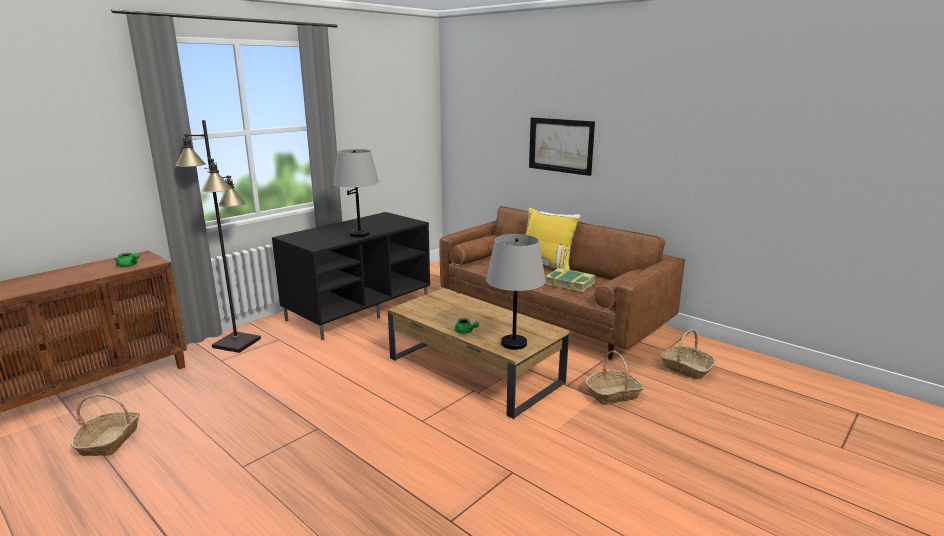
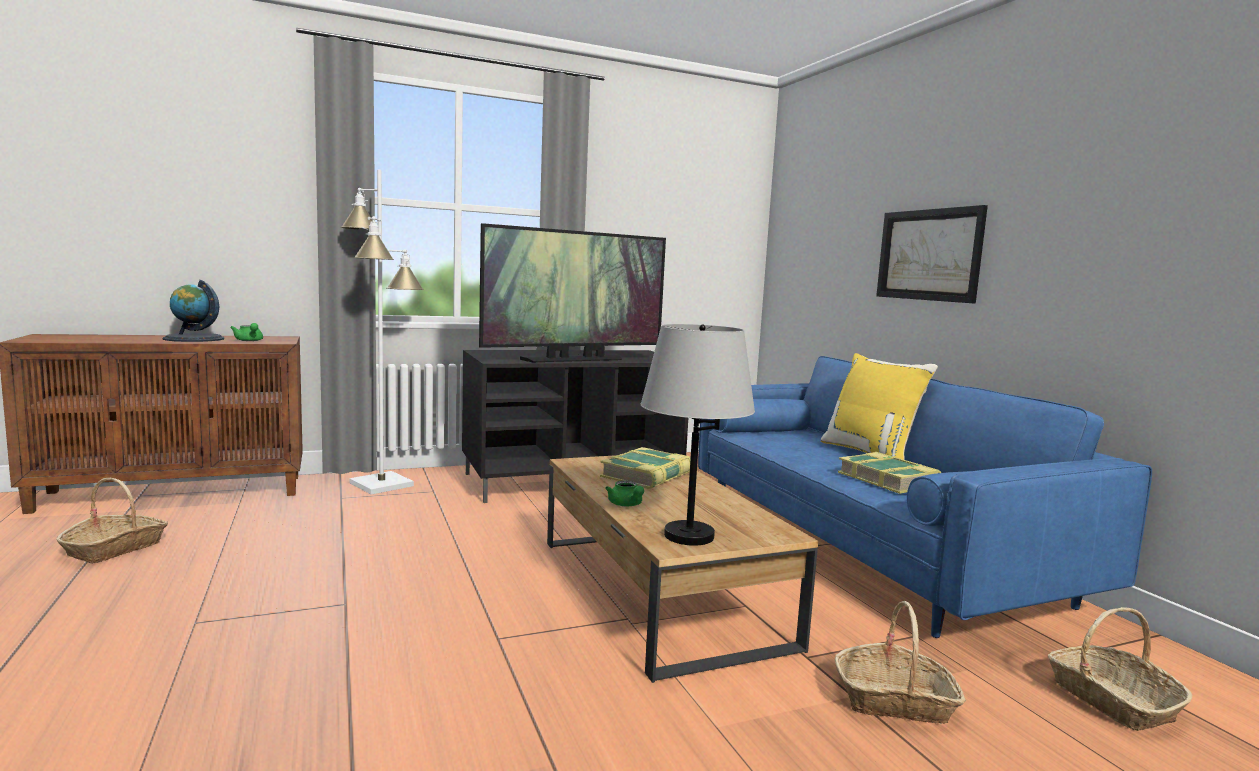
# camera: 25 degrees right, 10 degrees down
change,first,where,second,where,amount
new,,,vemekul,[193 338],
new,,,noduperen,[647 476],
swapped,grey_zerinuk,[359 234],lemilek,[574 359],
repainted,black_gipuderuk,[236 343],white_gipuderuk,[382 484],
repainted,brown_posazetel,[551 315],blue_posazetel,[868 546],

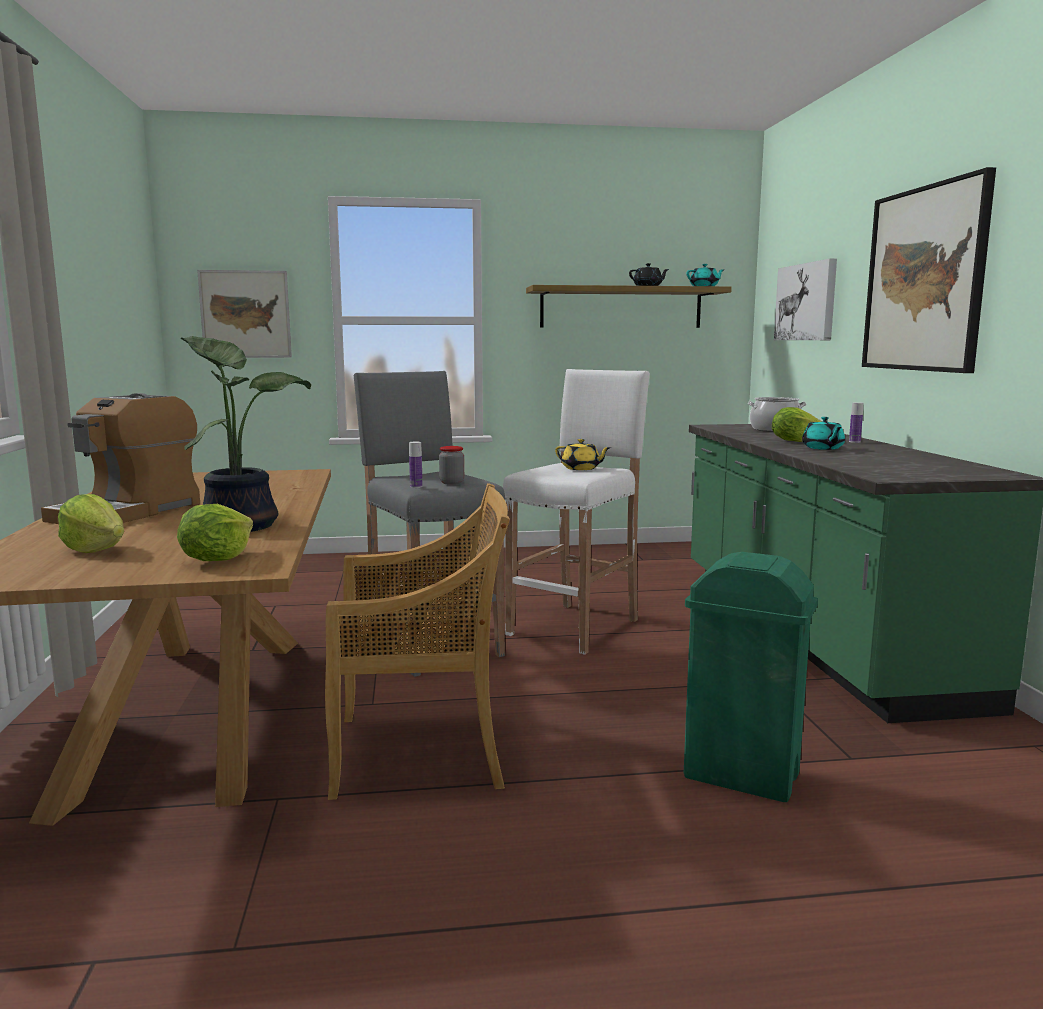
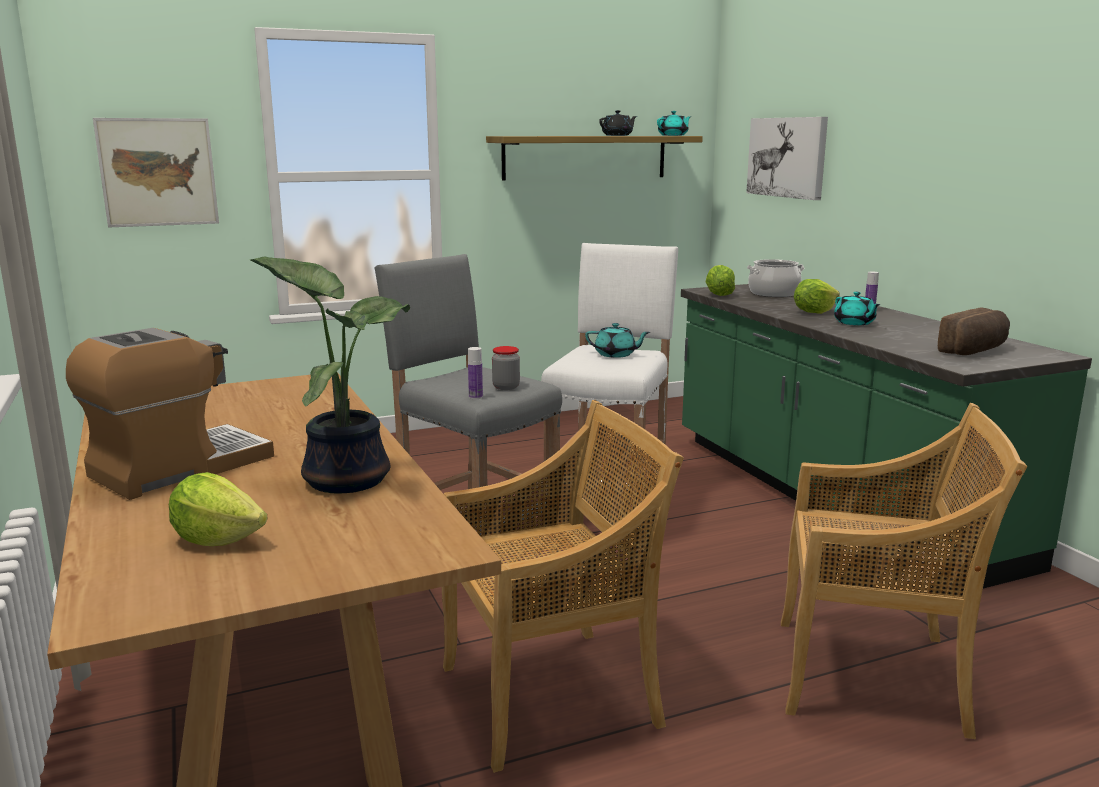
# camera: 15 degrees left, 5 degrees up
change,first,where,second,where,amount
gone,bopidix,[924 279],,,
new,,,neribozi,[975 350],
shifted,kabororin,[217 559],,[718 295],
swapped,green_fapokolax,[742 777],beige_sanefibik,[872 675],
repainted,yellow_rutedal,[581 468],turquoise_rutedal,[616 354],
rotated,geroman,[128 512],,[179 468],150 degrees counterclockwise

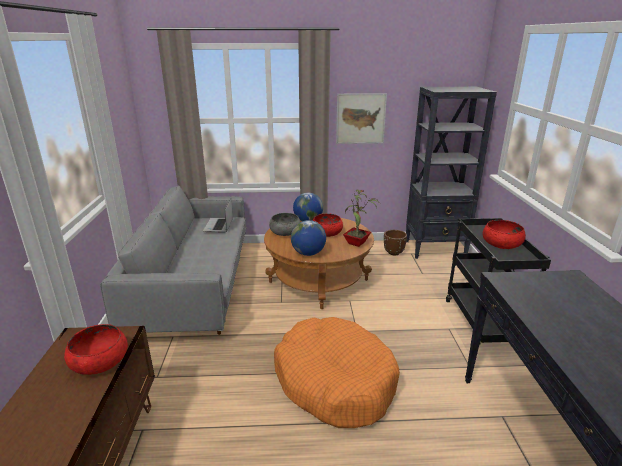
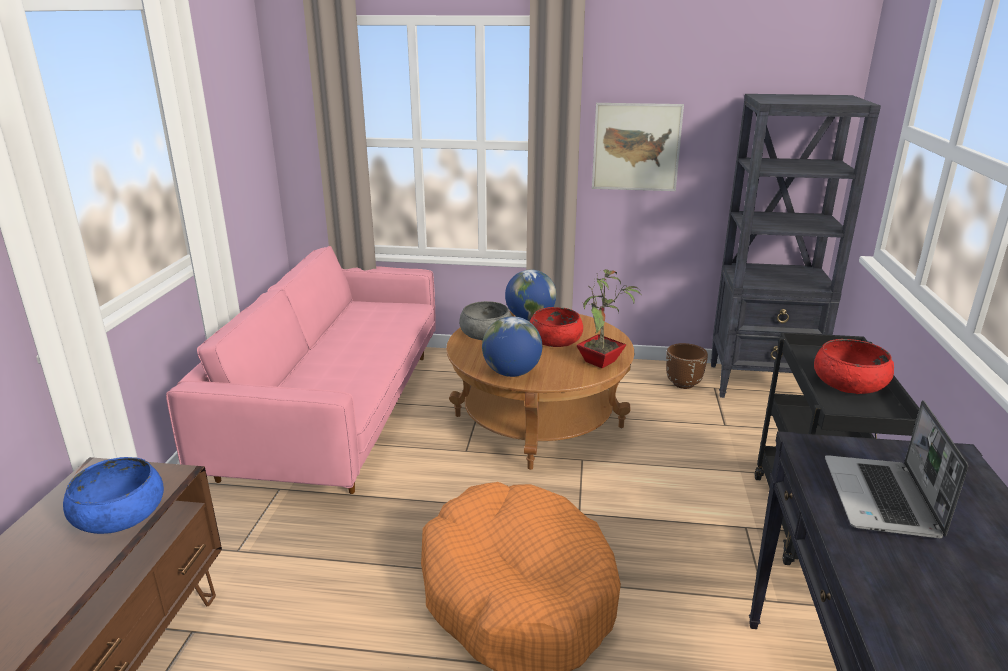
# camera: 10 degrees right, 0 degrees up
change,first,where,second,where,amount
shifted,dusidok,[219 226],,[882 499],
repainted,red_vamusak,[99 361],blue_vamusak,[119 514],
repainted,grey_posazetel,[195 286],pink_posazetel,[336 411],

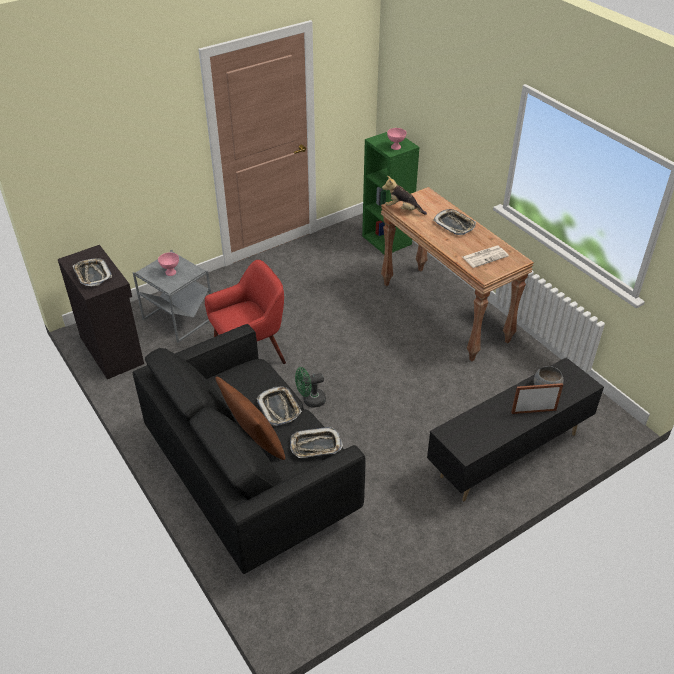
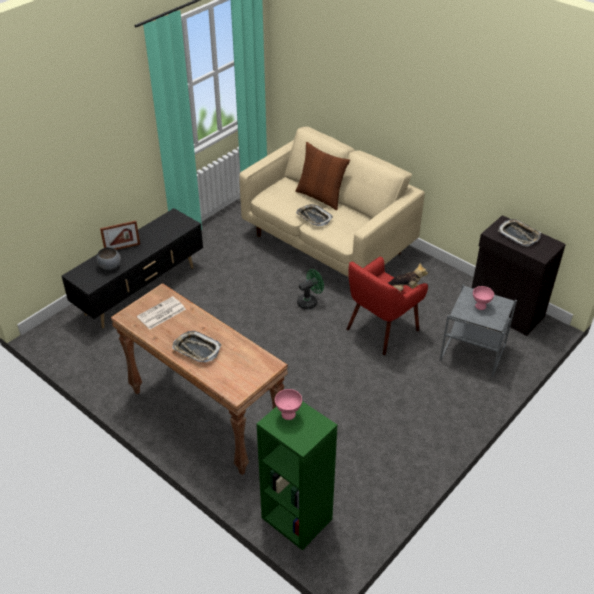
# camera: 165 degrees right, 0 degrees up
change,first,where,second,where,amount
gone,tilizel,[315 446],,,
shifted,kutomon,[402 209],,[403 292],
repainted,black_posazetel,[251 479],beige_posazetel,[328 244],

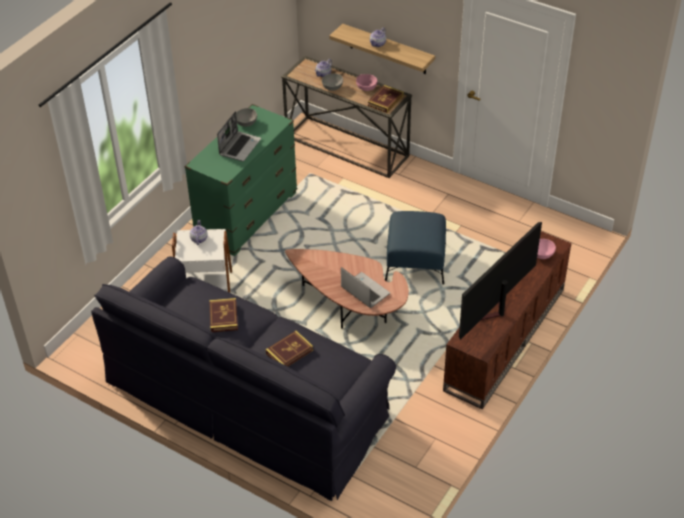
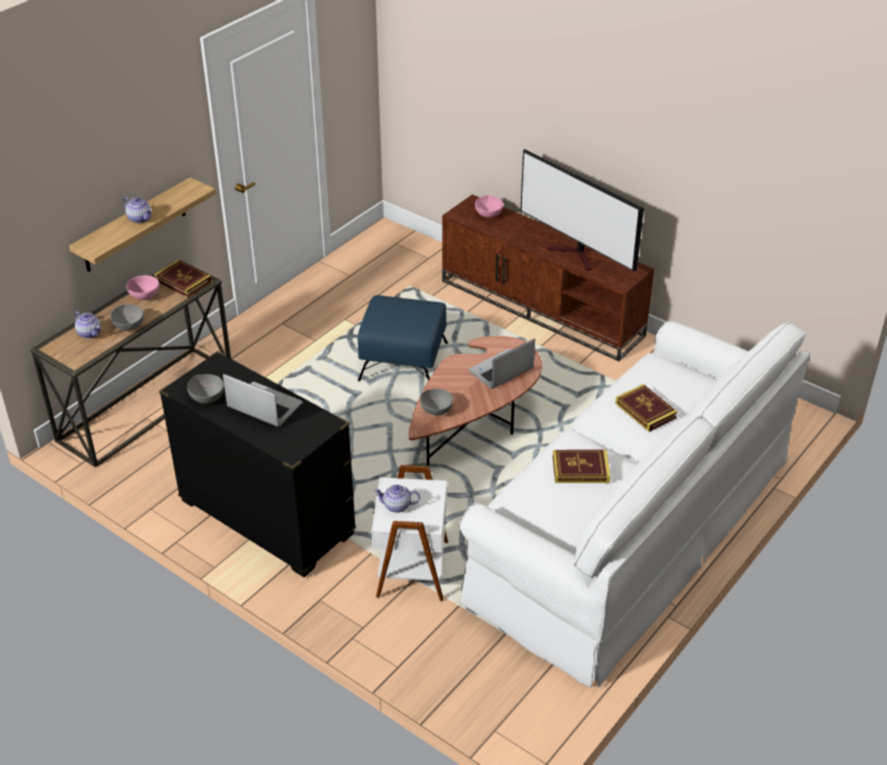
# camera: 85 degrees left, 5 degrees down
change,first,where,second,where,amount
new,,,grey_vamusak,[436 409],
repainted,black_posazetel,[249 398],white_posazetel,[630 527],
repainted,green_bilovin,[247 216],black_bilovin,[266 518],

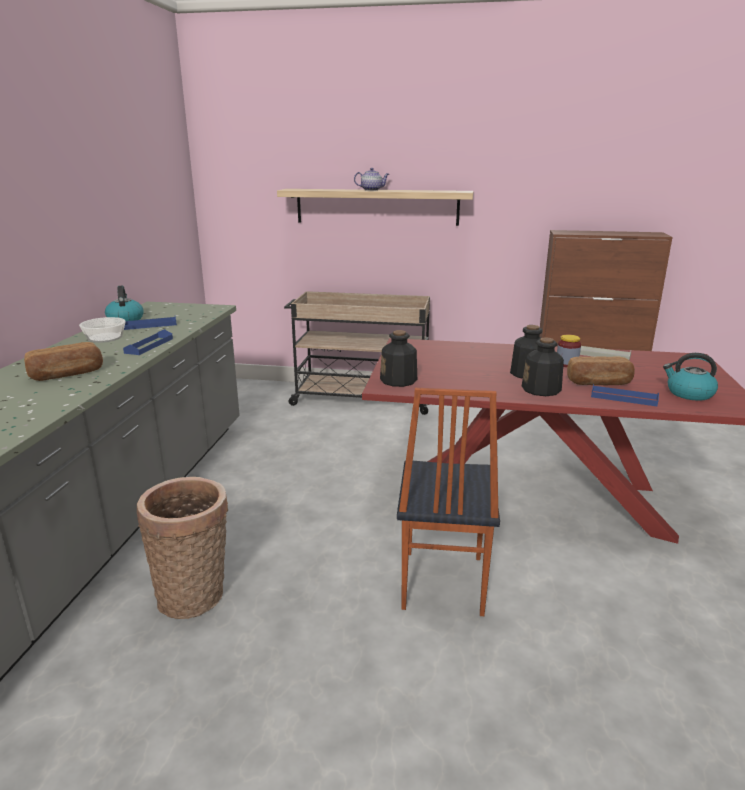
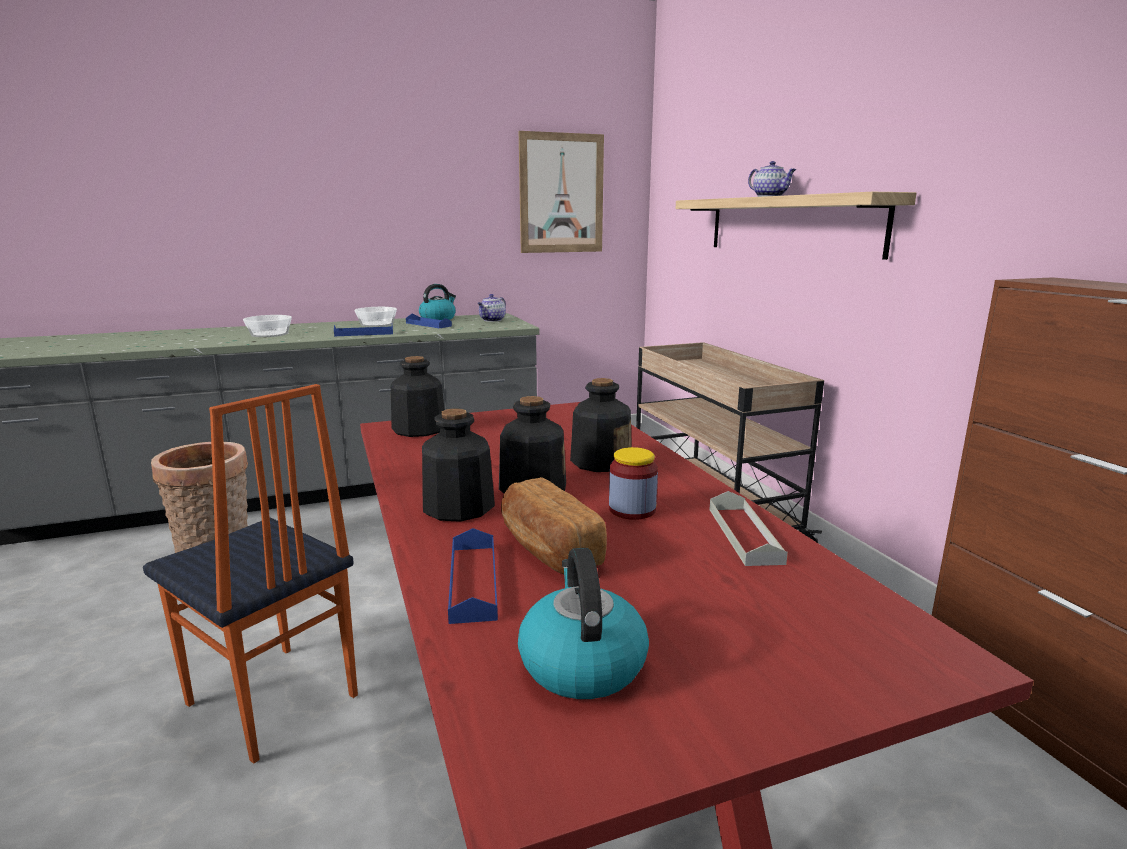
# camera: 60 degrees right, 5 degrees down
change,first,where,second,where,amount
new,,,rutedal,[492 320],
new,,,bopidix,[561 194],
new,,,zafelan,[600 461],
swapped,neribozi,[67 374],vamusak,[269 334],
rotated,sanefibik,[441 582],,[270 702],120 degrees counterclockwise

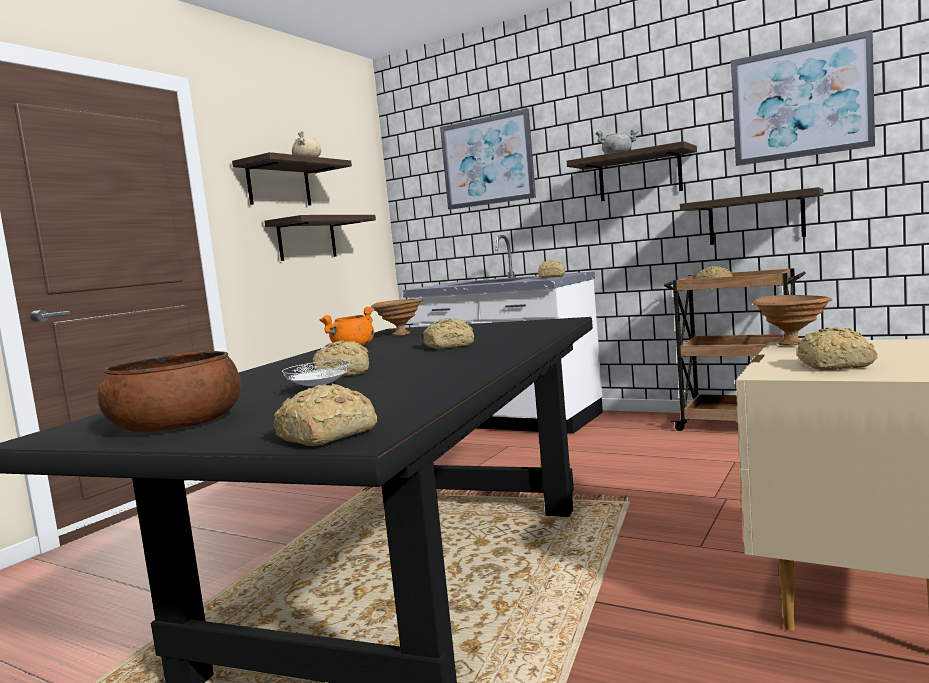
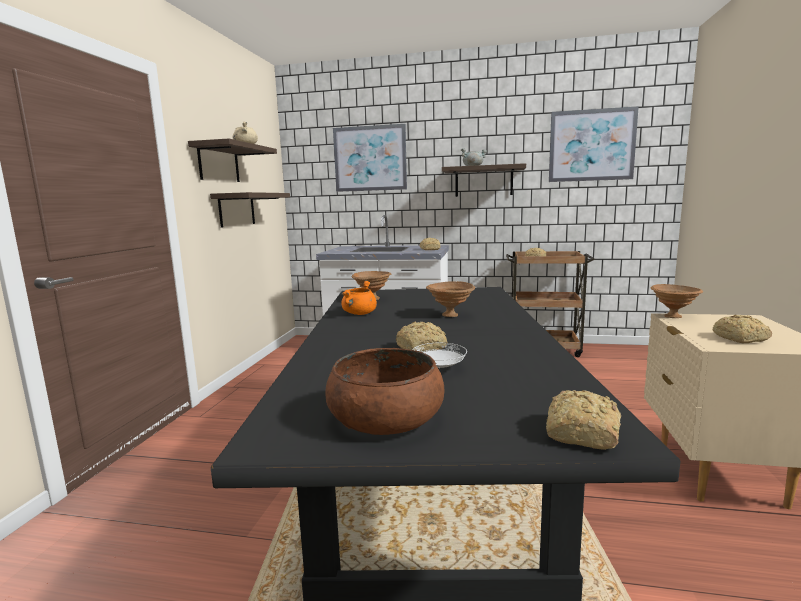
# camera: 20 degrees left, 5 degrees up
change,first,where,second,where,amount
gone,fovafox,[755 219],,,
swapped,neribozi,[450 346],brown_vamusak,[451 315],

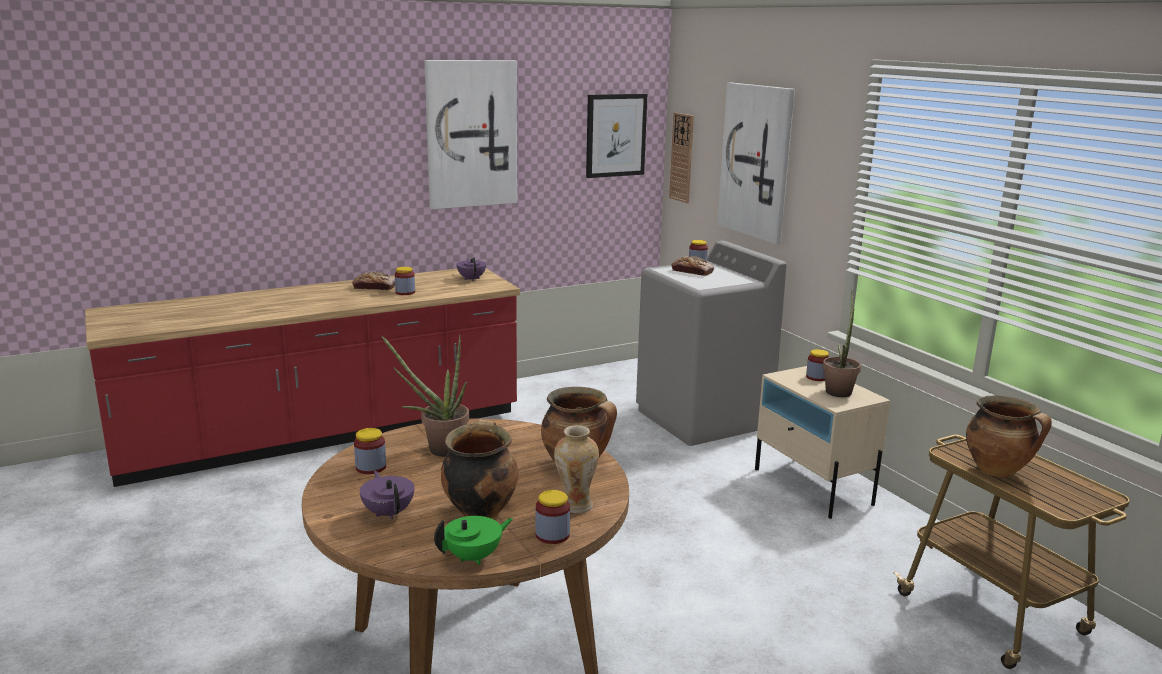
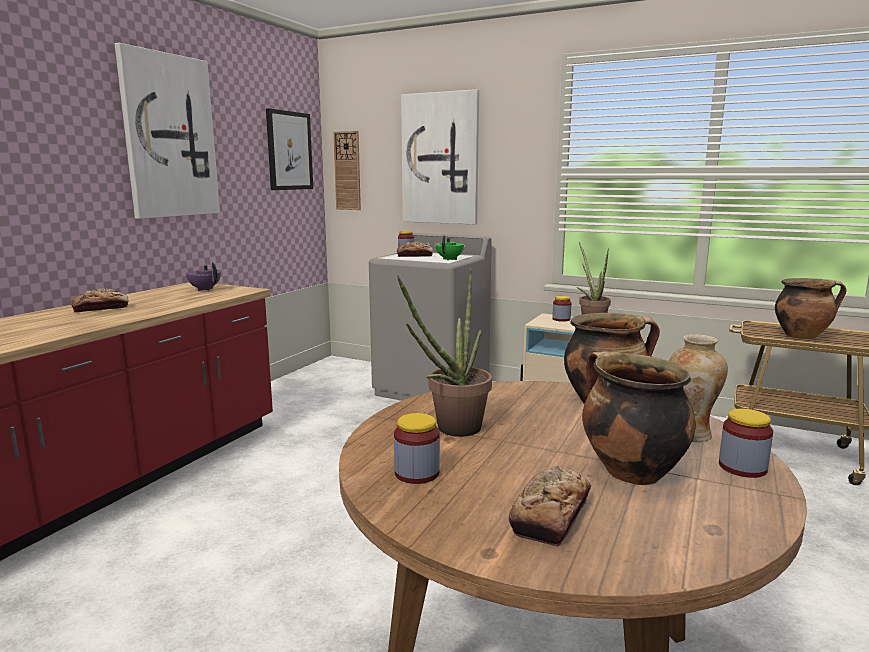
# camera: 35 degrees left, 5 degrees down
change,first,where,second,where,amount
gone,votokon,[405 292],,,
shifted,green_rutedal,[474 557],,[450 259],
swapped,purple_rutedal,[388 512],neribozi,[550 514],

